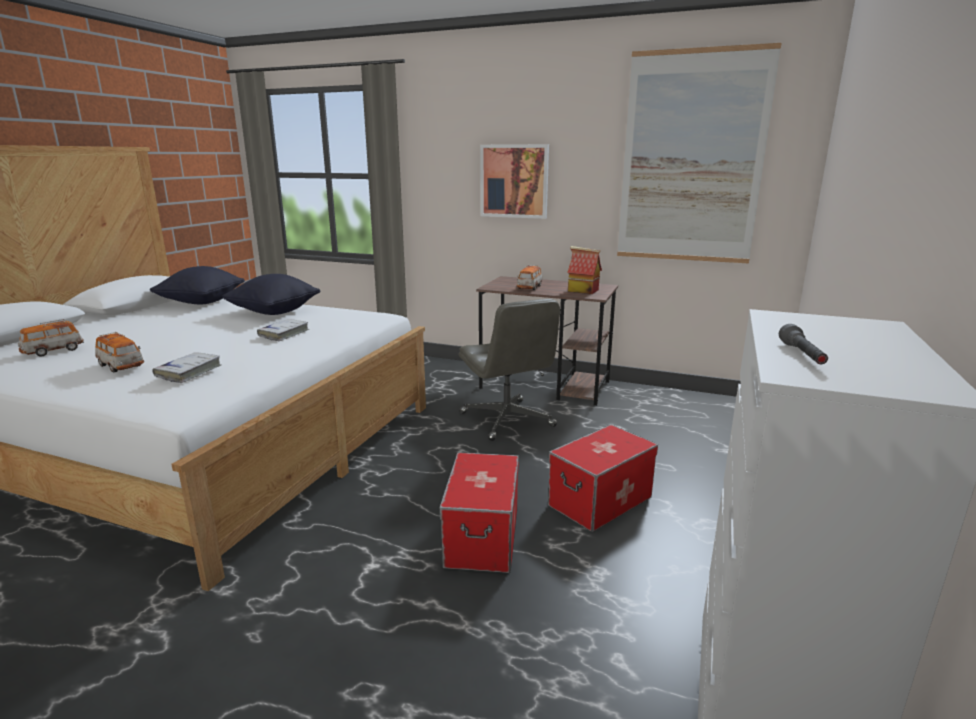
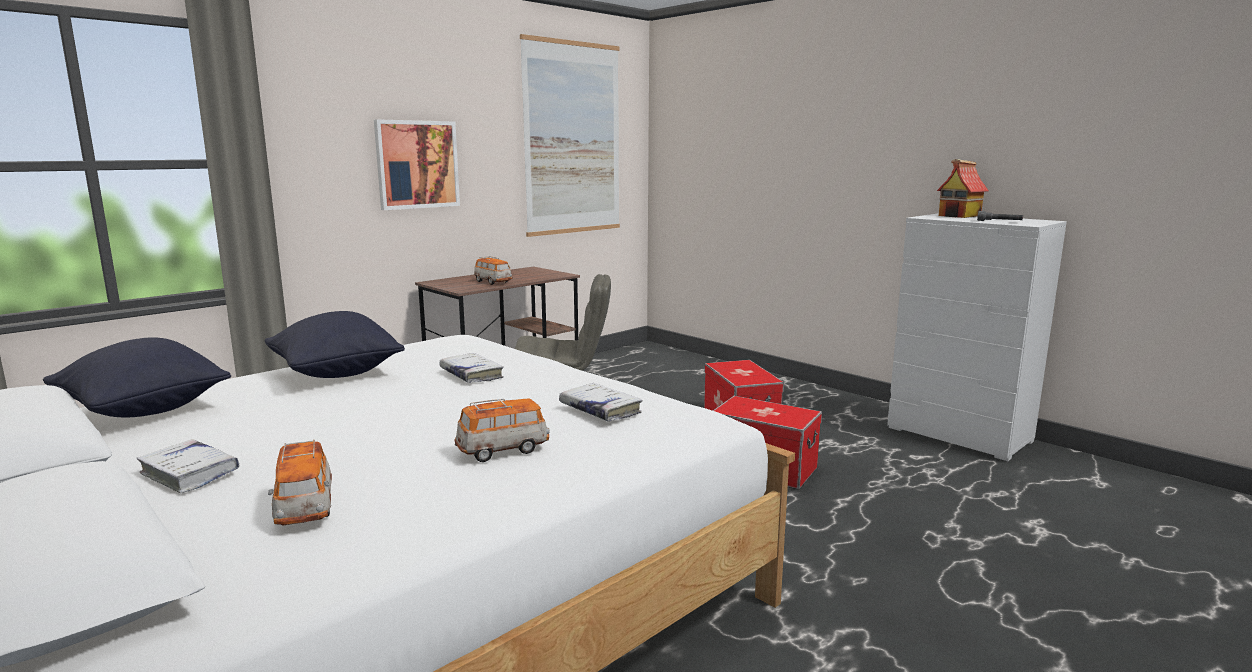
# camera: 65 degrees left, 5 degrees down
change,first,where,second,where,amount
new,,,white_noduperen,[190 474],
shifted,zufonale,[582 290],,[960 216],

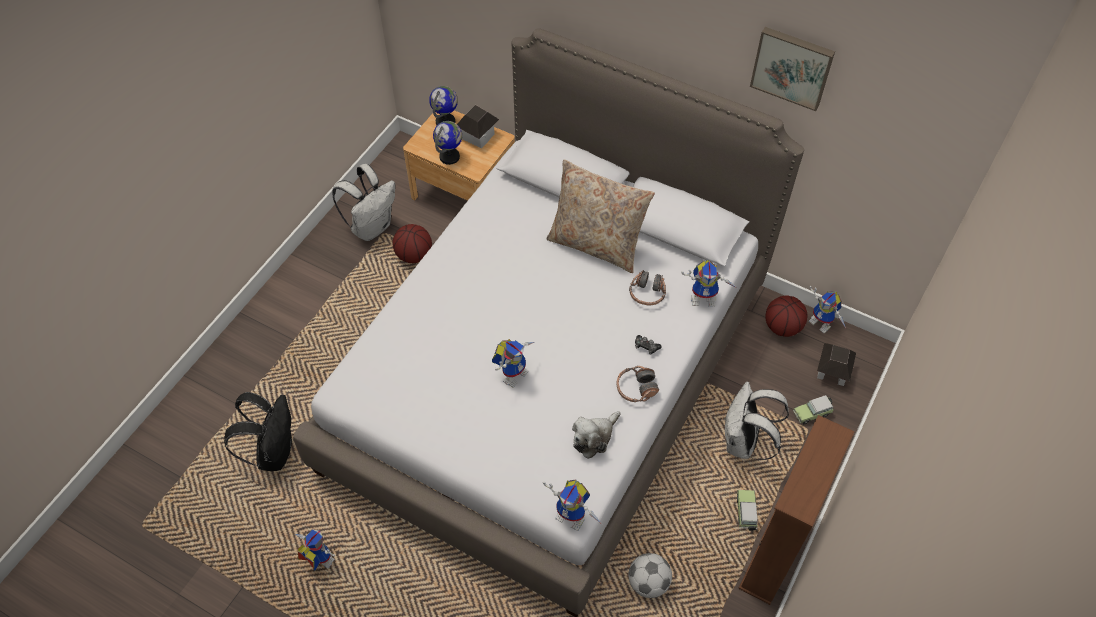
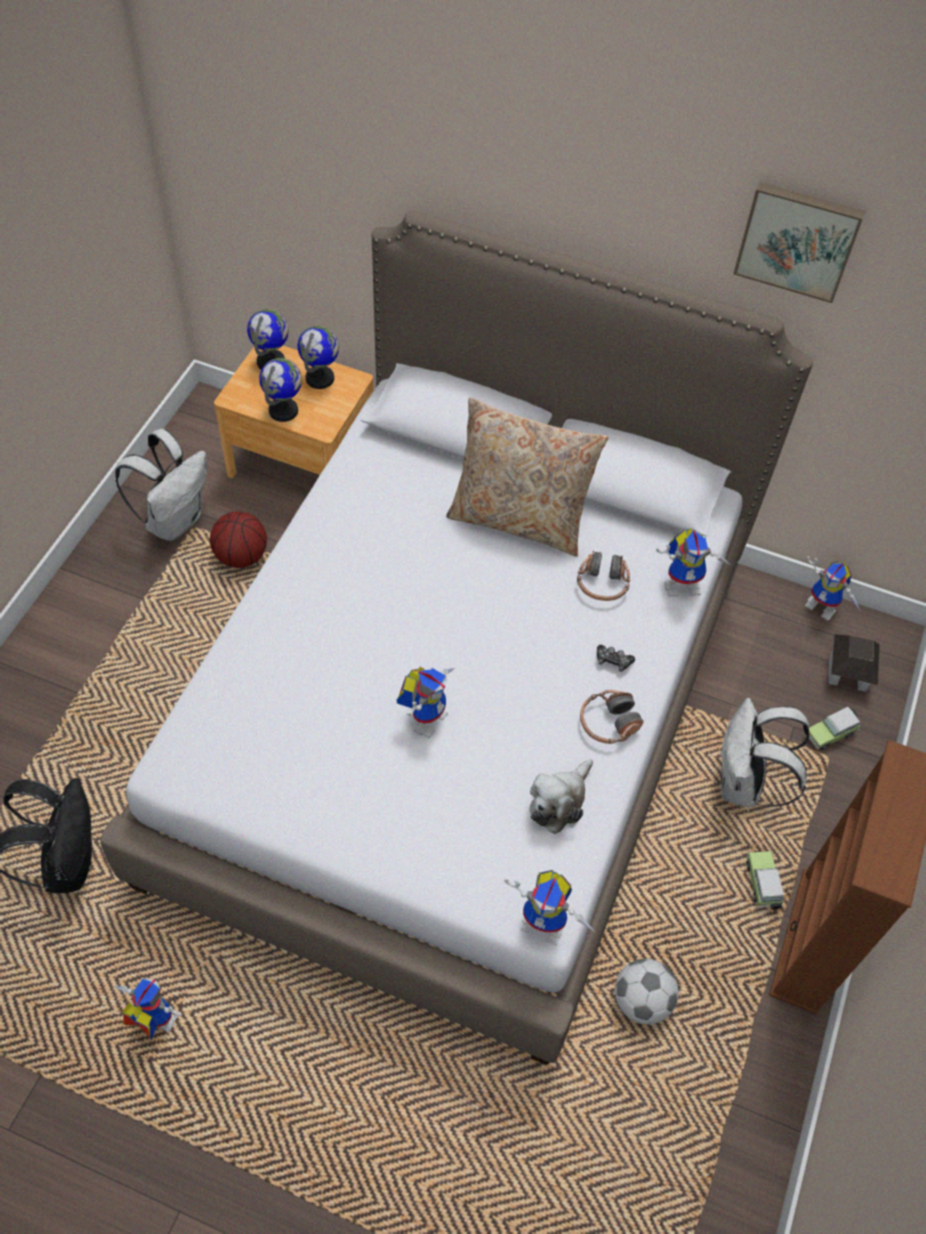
# camera: 10 degrees left, 0 degrees up
change,first,where,second,where,amount
gone,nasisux,[783 327],,,
swapped,zufonale,[478 135],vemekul,[320 378],

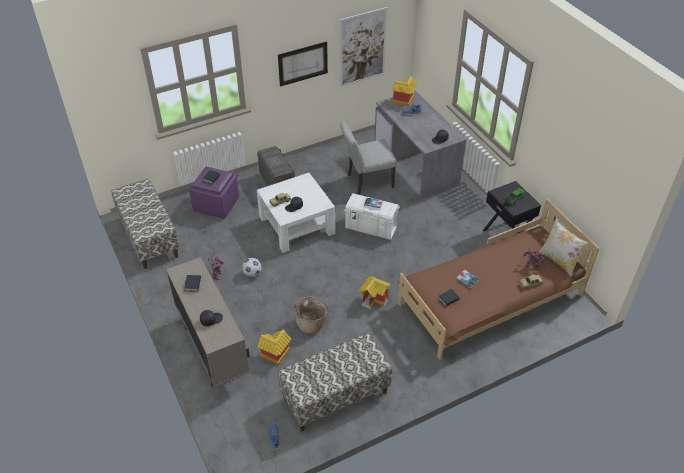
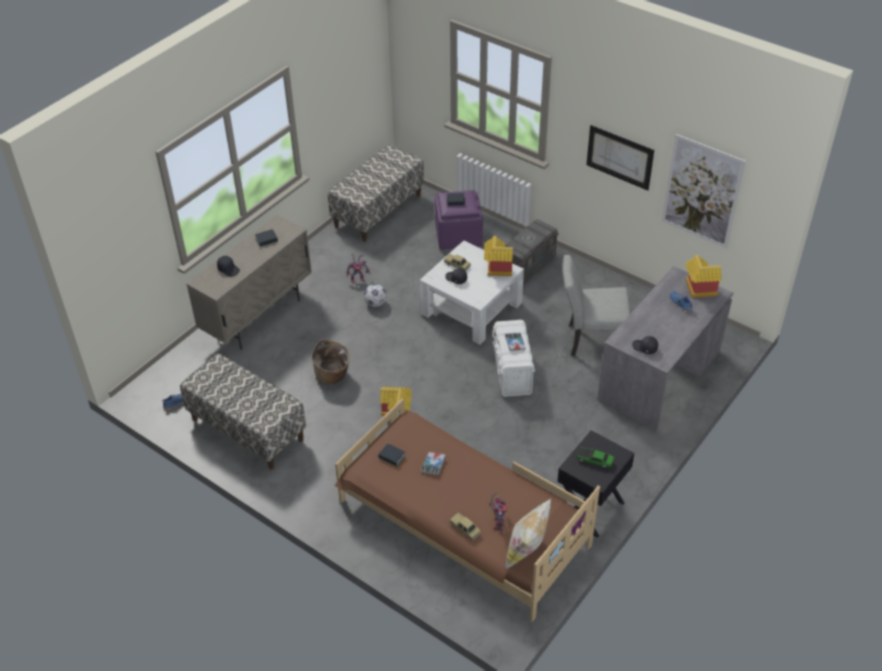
# camera: 65 degrees right, 0 degrees up
change,first,where,second,where,amount
shifted,zufonale,[275 356],,[496 269],
rotated,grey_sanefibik,[366 181],,[590 340],45 degrees counterclockwise

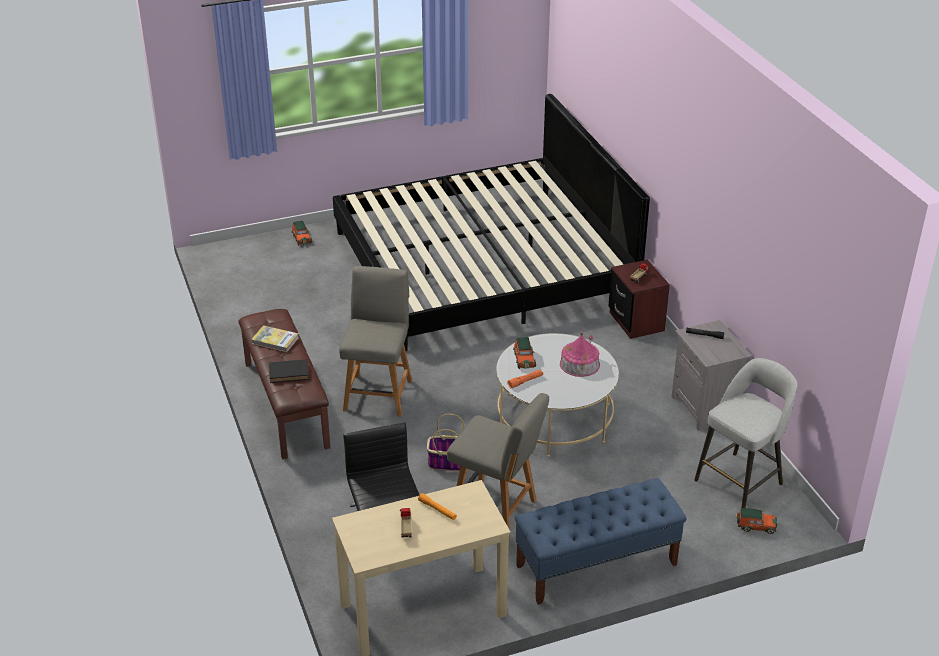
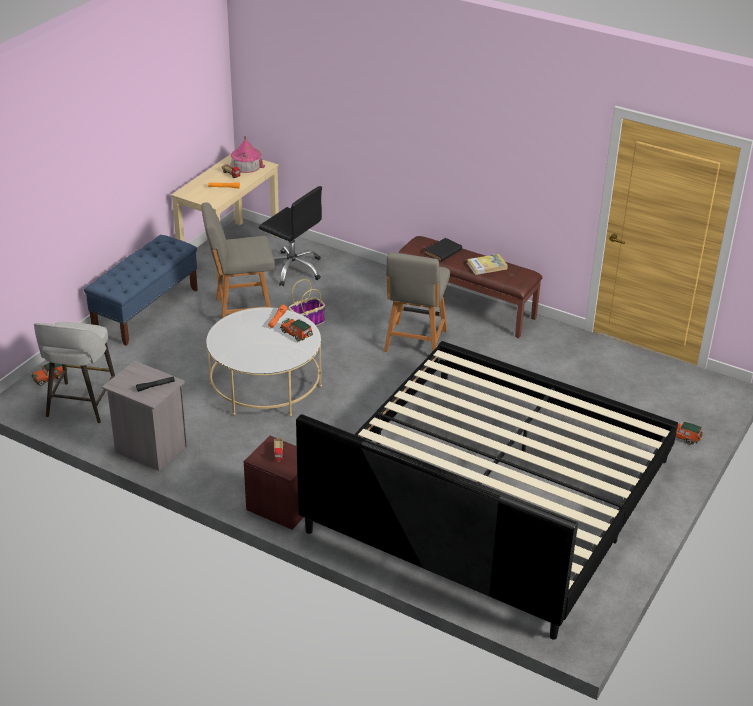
# camera: 140 degrees right, 0 degrees up
change,first,where,second,where,amount
shifted,zufonale,[579 364],,[246 165],
rotated,grey_sanefibik,[378 393],,[415 342],45 degrees clockwise

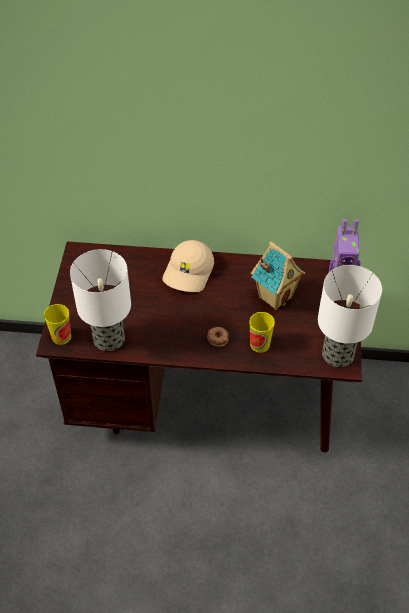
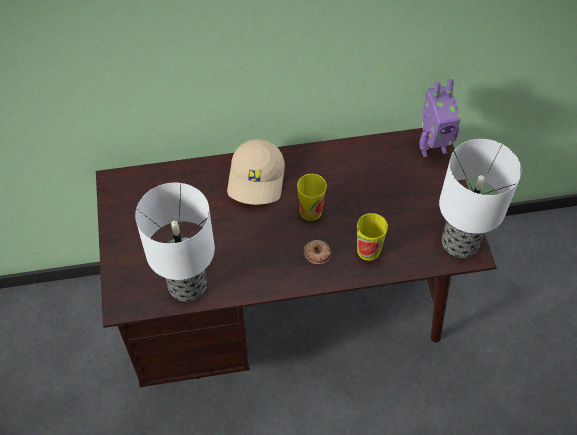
# camera: 15 degrees left, 5 degrees up
change,first,where,second,where,amount
gone,zufonale,[275 297],,,
shifted,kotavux,[61 337],,[310 211],

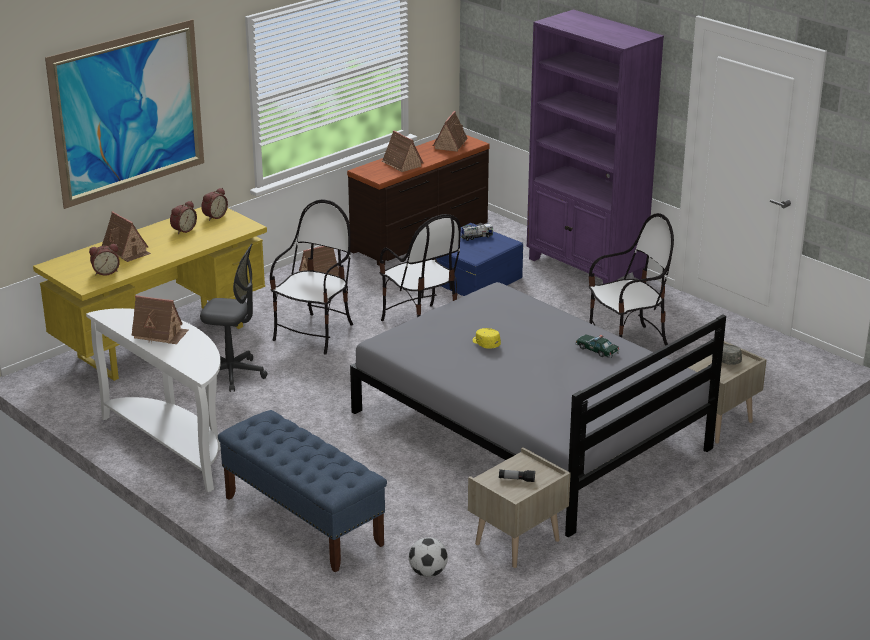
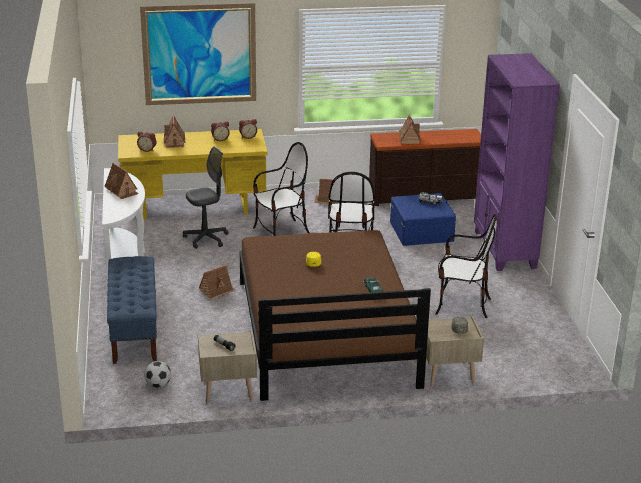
# camera: 35 degrees right, 0 degrees up
change,first,where,second,where,amount
shifted,zufonale,[450 144],,[217 291],
repainted,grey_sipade,[528 430],brown_sipade,[325 332],
rotated,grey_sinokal,[232 374],,[206 239],75 degrees counterclockwise

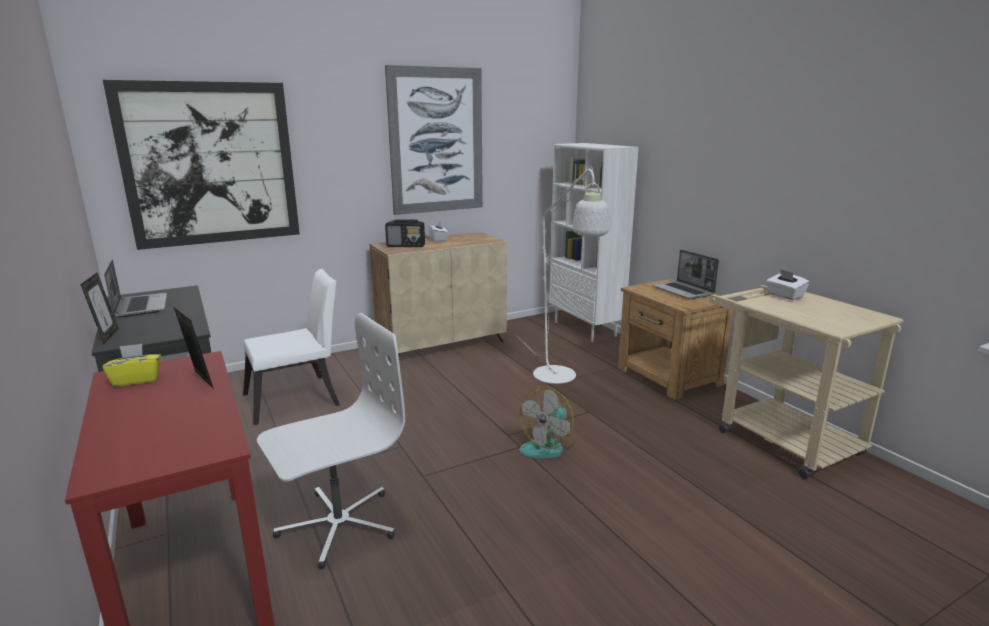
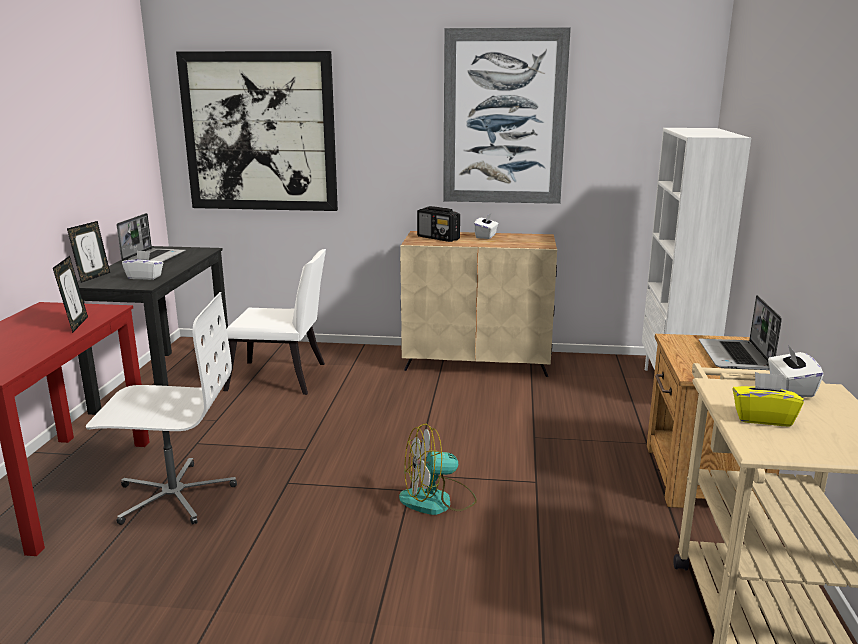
# camera: 35 degrees right, 0 degrees up
change,first,where,second,where,amount
gone,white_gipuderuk,[559 379],,,
new,,,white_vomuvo,[145 277],
shifted,yellow_vomuvo,[137 380],,[762 418],

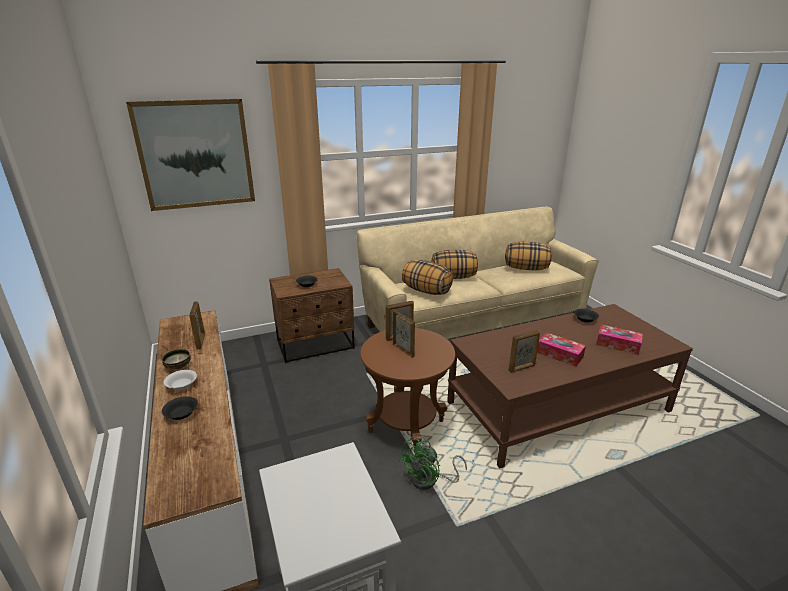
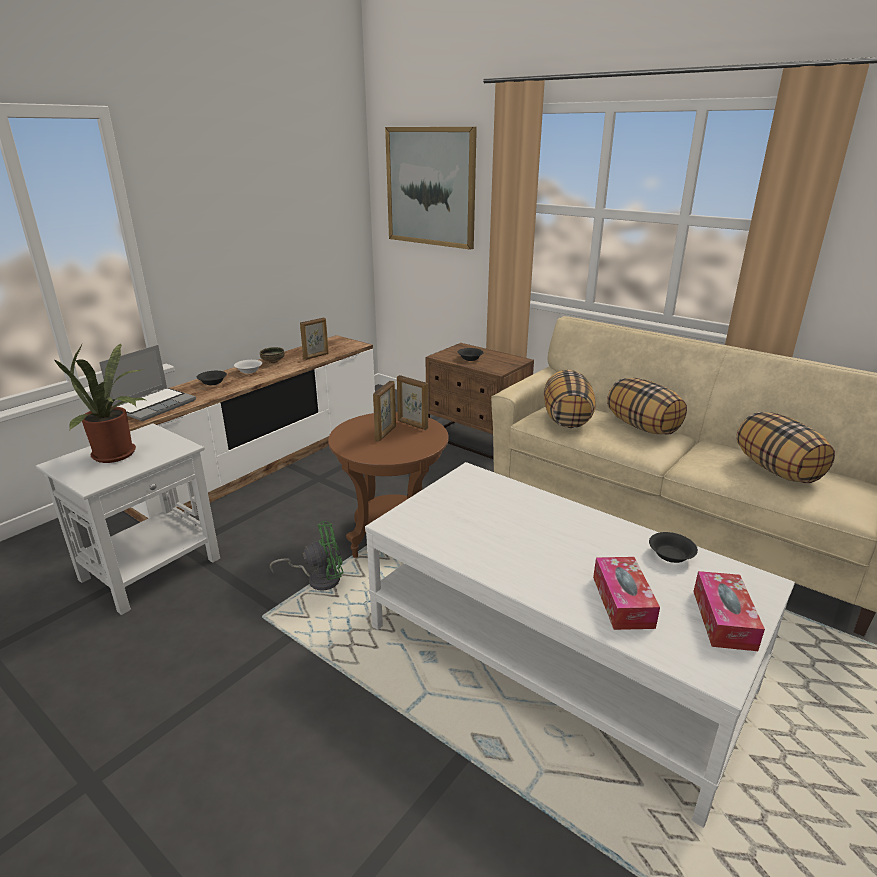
# camera: 60 degrees right, 0 degrees up
change,first,where,second,where,amount
gone,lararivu,[522 368],,,
new,,,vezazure,[119 455],
new,,,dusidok,[154 405],
shifted,vomuvo,[559 354],,[723 619],
repainted,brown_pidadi,[558 407],white_pidadi,[555 657],
rotated,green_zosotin,[429 480],,[318 579],150 degrees clockwise

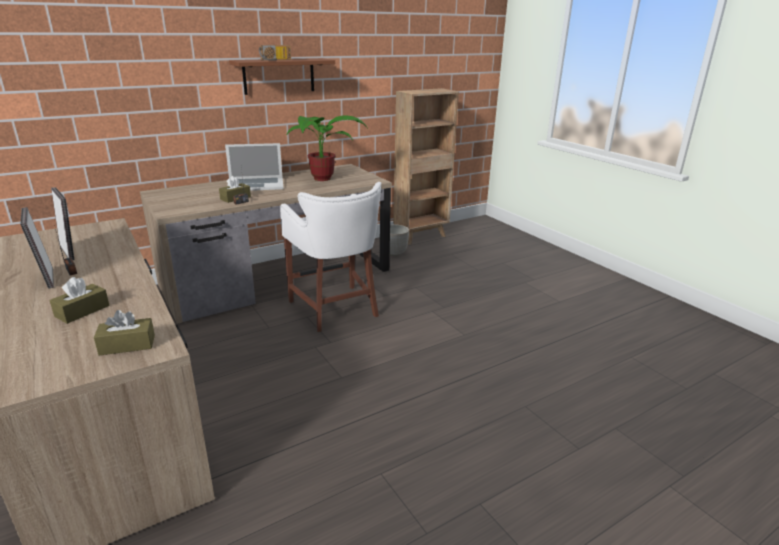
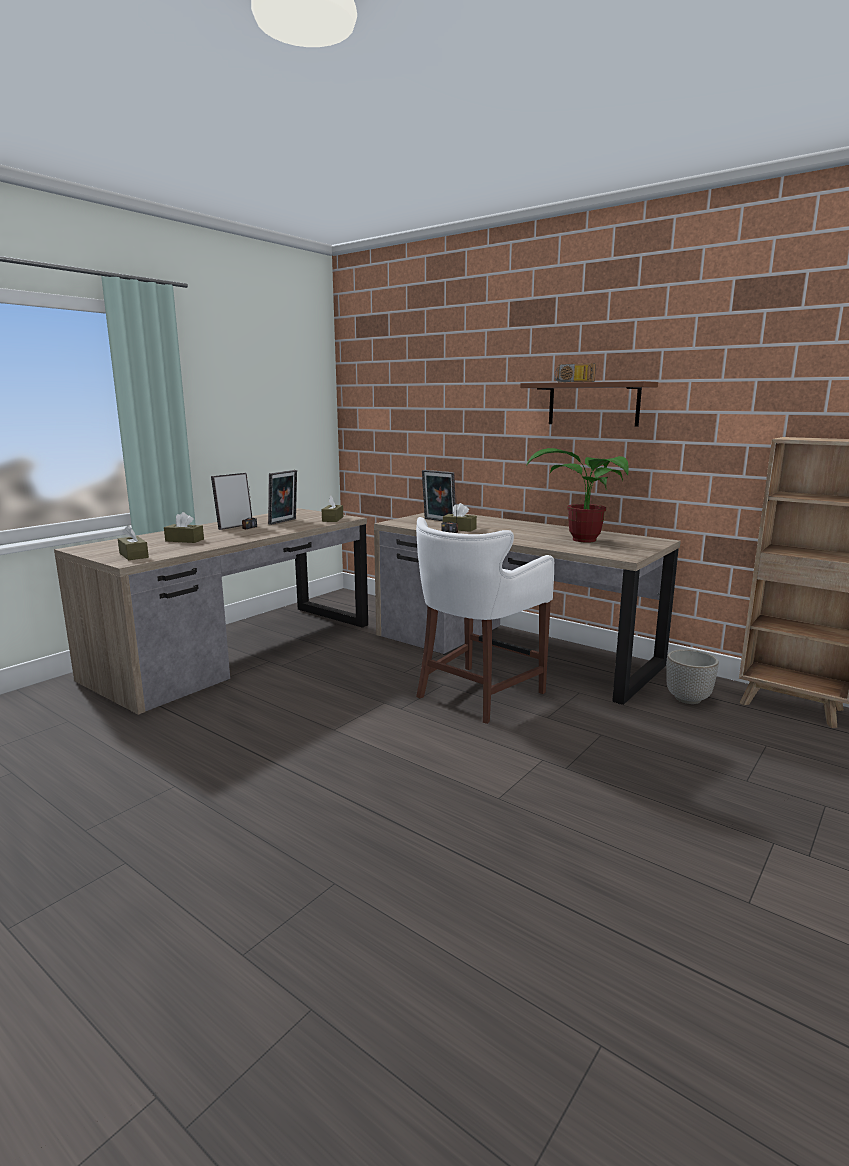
# camera: 70 degrees right, 10 degrees down
change,first,where,second,where,amount
gone,dusidok,[255 184],,,
new,,,brown_vomuvo,[332 519],
new,,,lararivu,[438 521],

